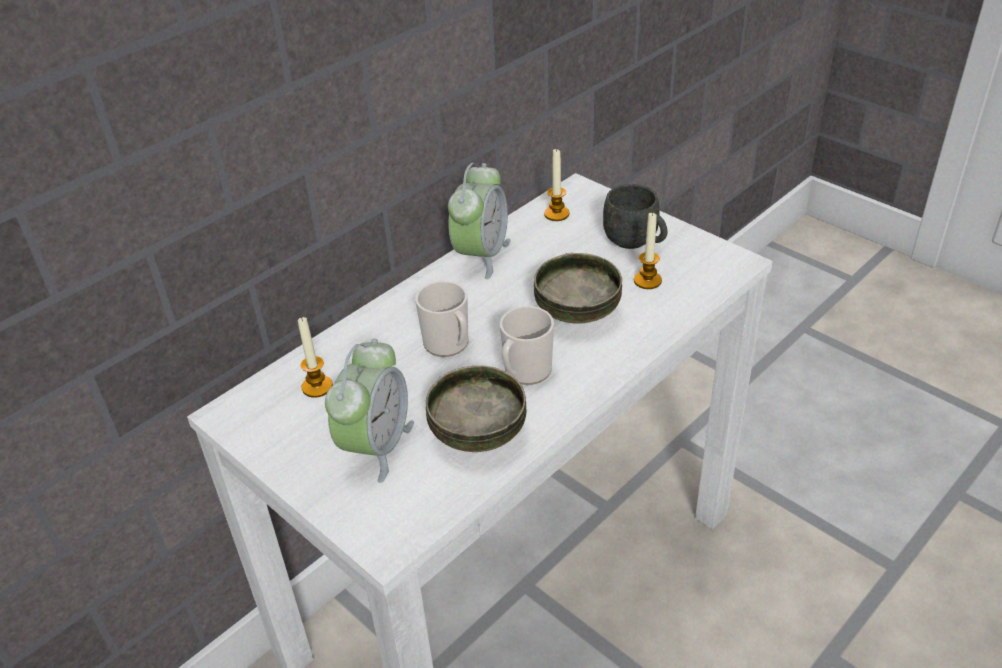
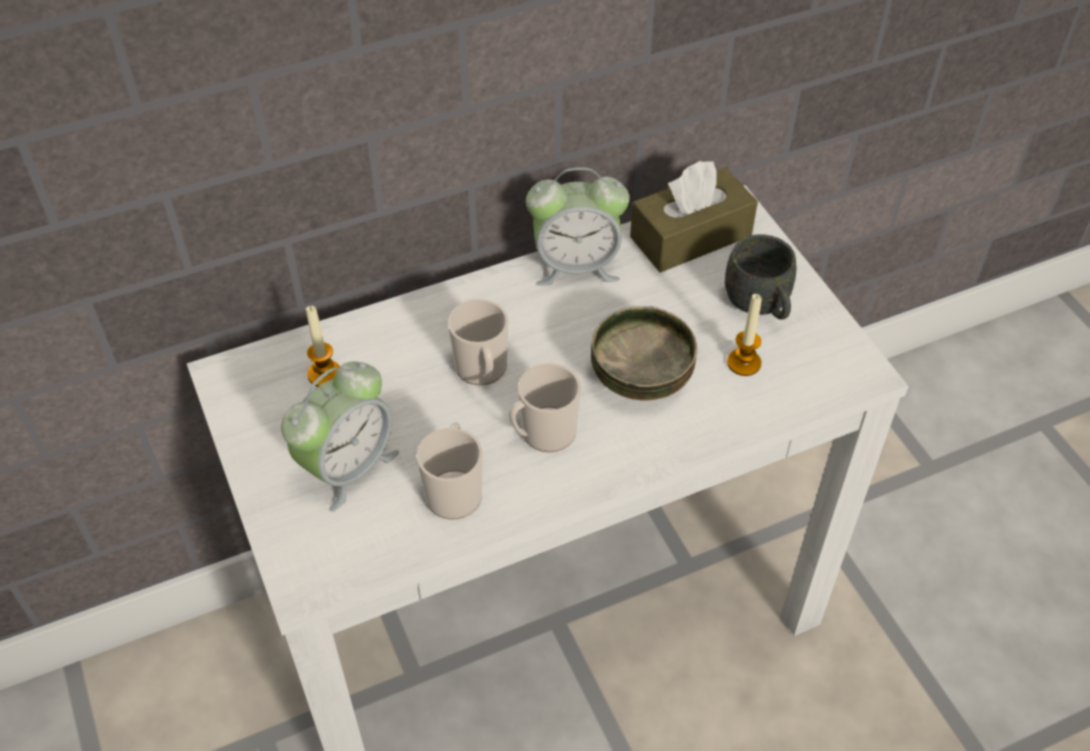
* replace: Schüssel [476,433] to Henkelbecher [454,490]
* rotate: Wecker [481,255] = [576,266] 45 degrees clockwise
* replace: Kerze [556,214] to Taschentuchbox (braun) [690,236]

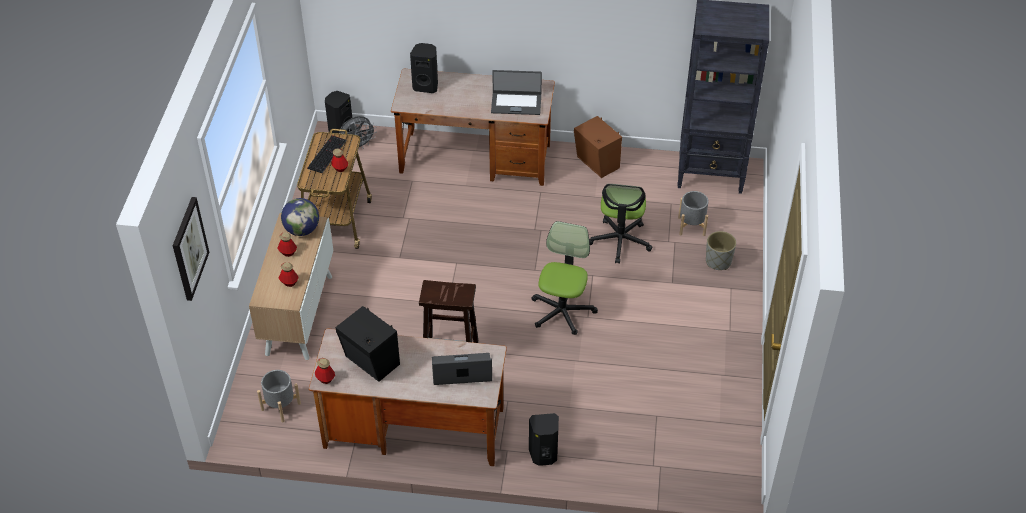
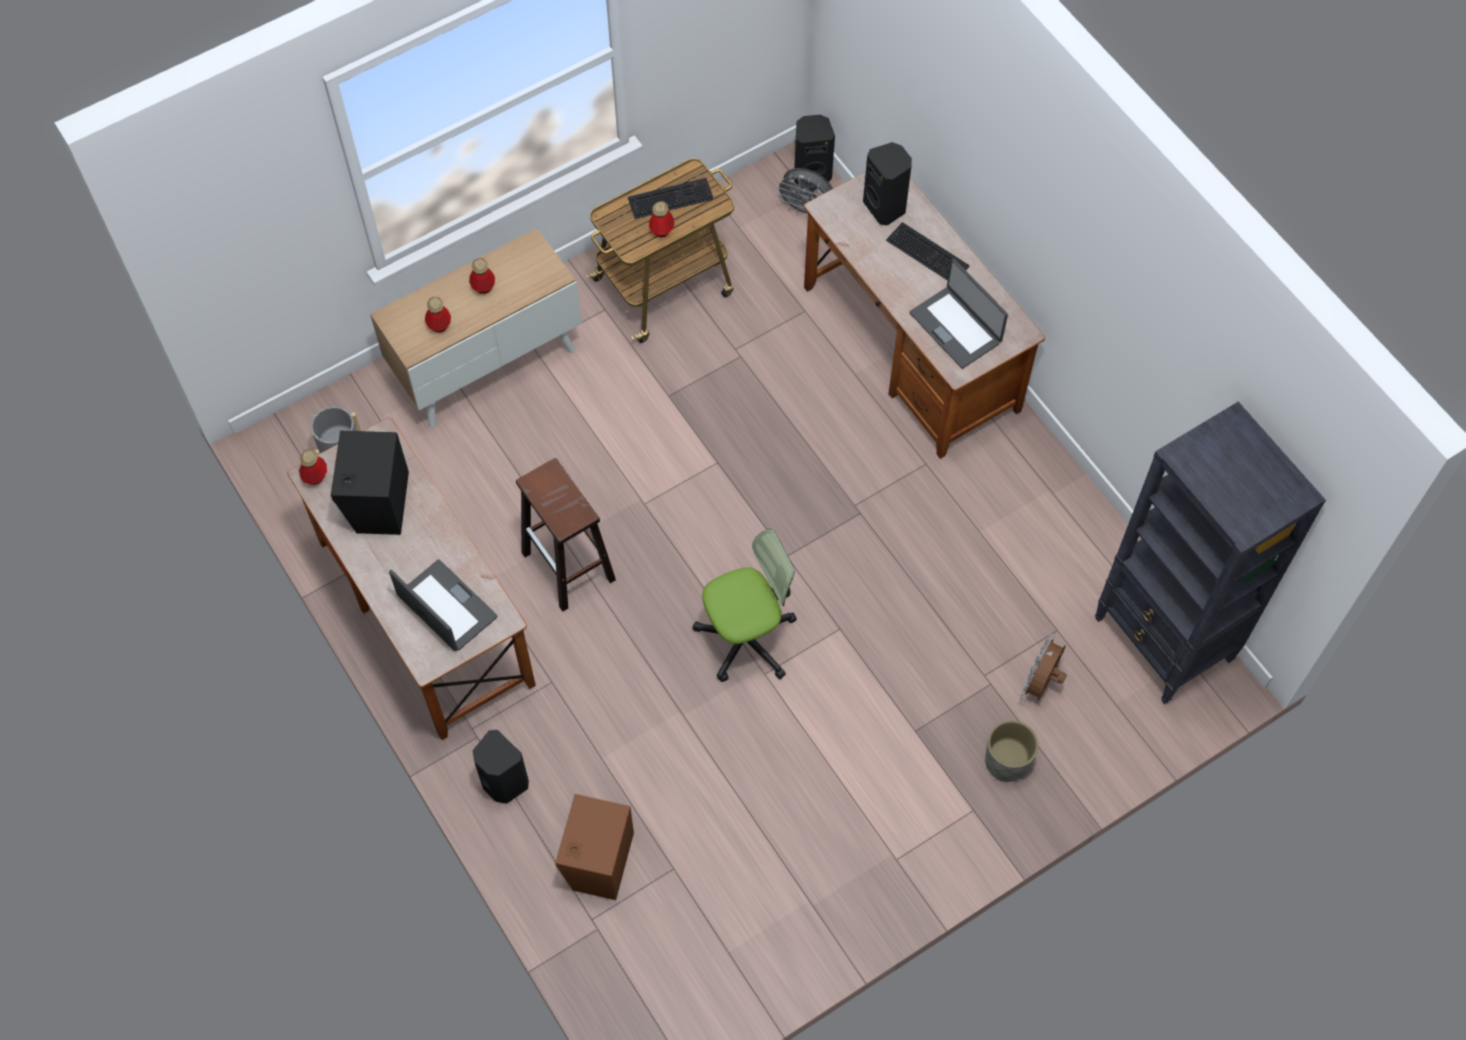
* move: Lautsprecher (braun) [597,164] to [598,861]
* insert: Tastatur [929,253]
* replace: Pflanzkübel (grau) [691,226] to Ventilator (braun) [1040,684]
* delete: Bild [189,248]
* delete: Globus [302,230]
* delete: Bürostuhl [620,241]

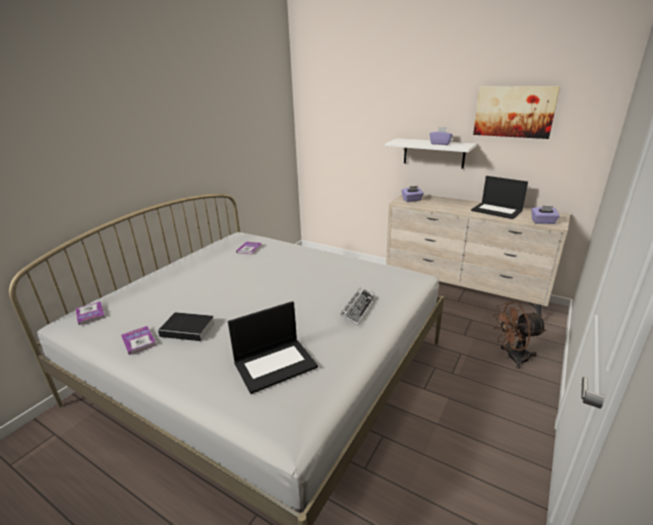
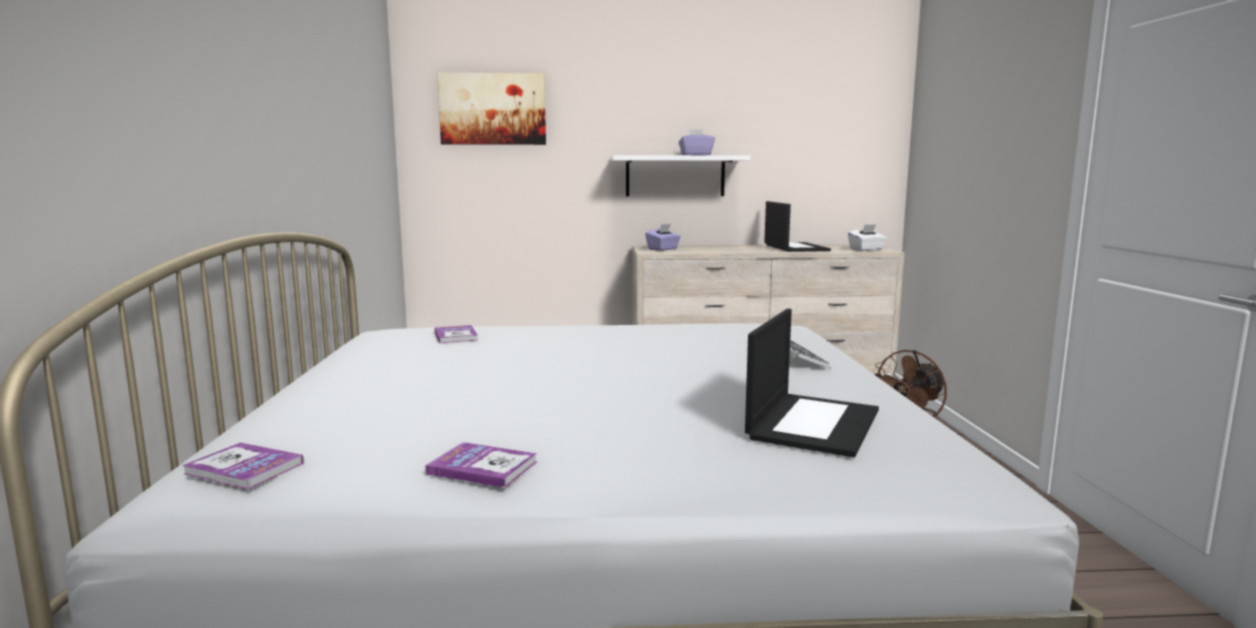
* move: Bild [514,111] to [493,109]
* rotate: Laptop [497,210] = [795,248] 105 degrees counterclockwise
* recolor: Taschentuchbox (lila) [543,222] to Taschentuchbox (weiß) [866,250]
* delete: Buch [189,329]

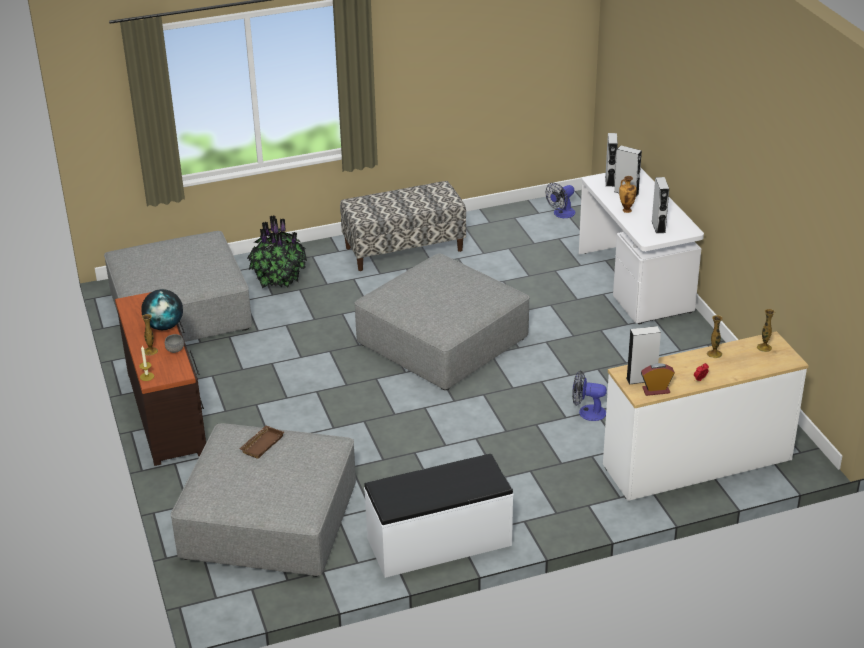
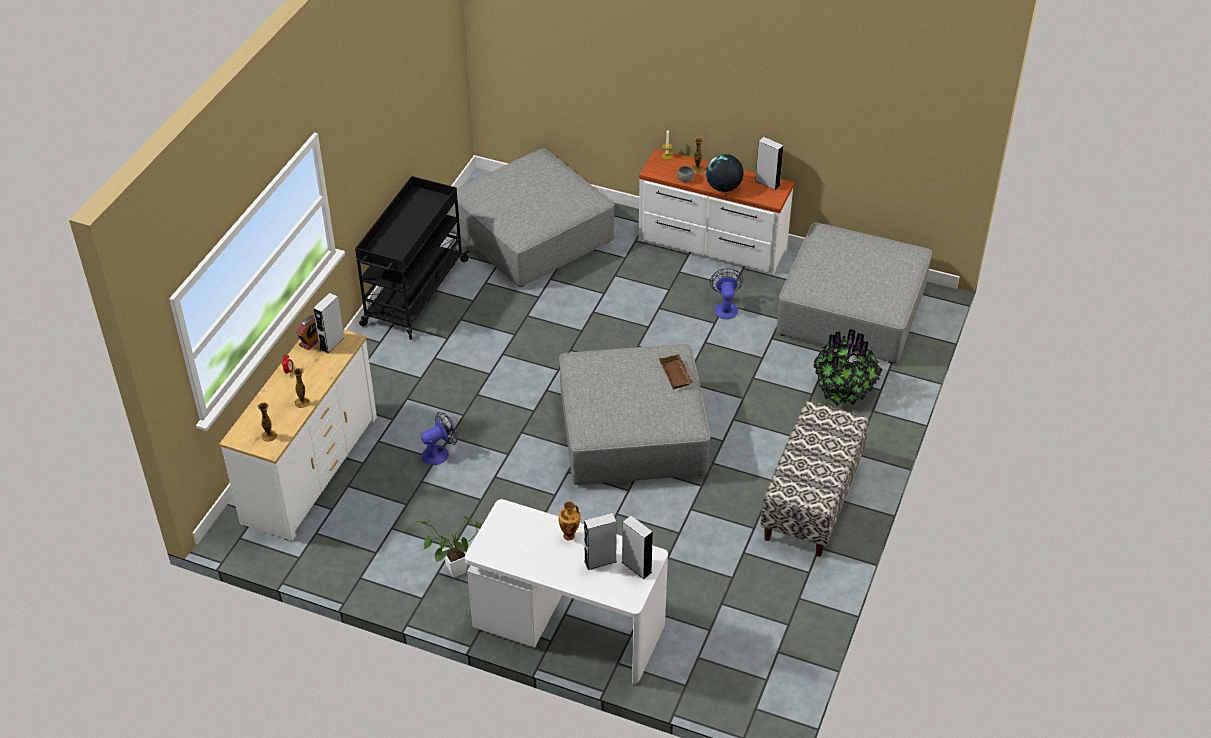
* replace: Bank (weiß) [439,542] to Rollwagen (schwarz) [414,293]
* insert: Topfpflanze [452,572]
* recolor: Kommode (braun) [167,412] to Kommode (weiß) [711,245]
* move: Tablett (braun) [261,444] to [677,374]
* move: Ventilator [561,214] to [725,307]
* move: Lautsprecher (grau) [658,227] to [767,183]

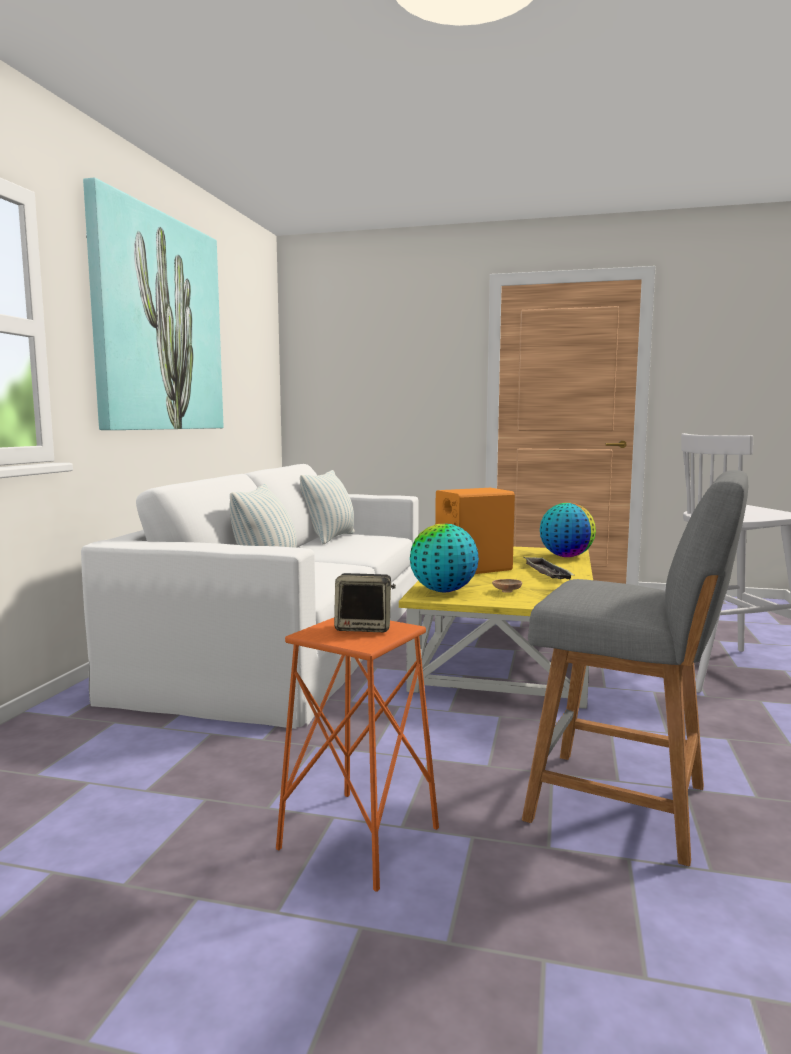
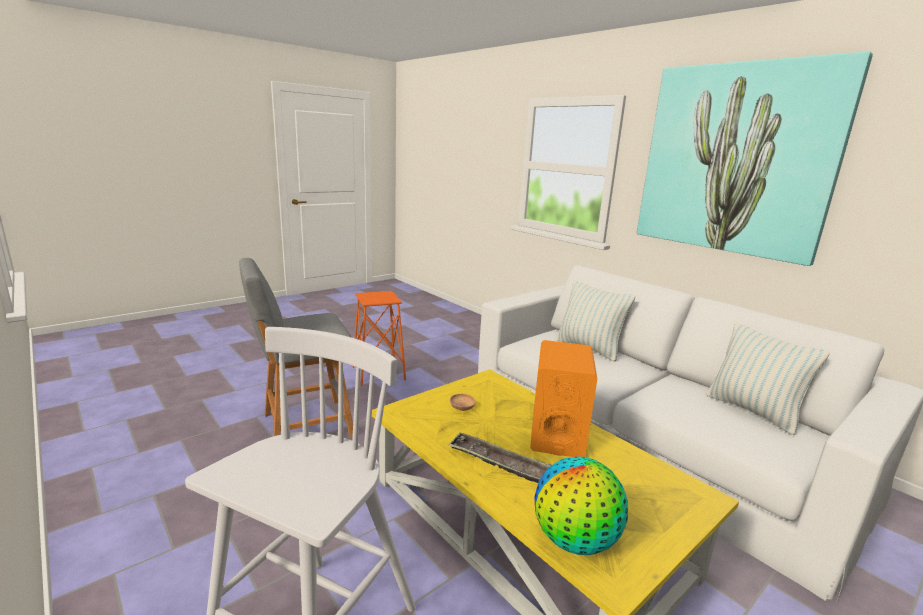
* delete: Lautsprecher [365,628]
* delete: Globus [443,591]

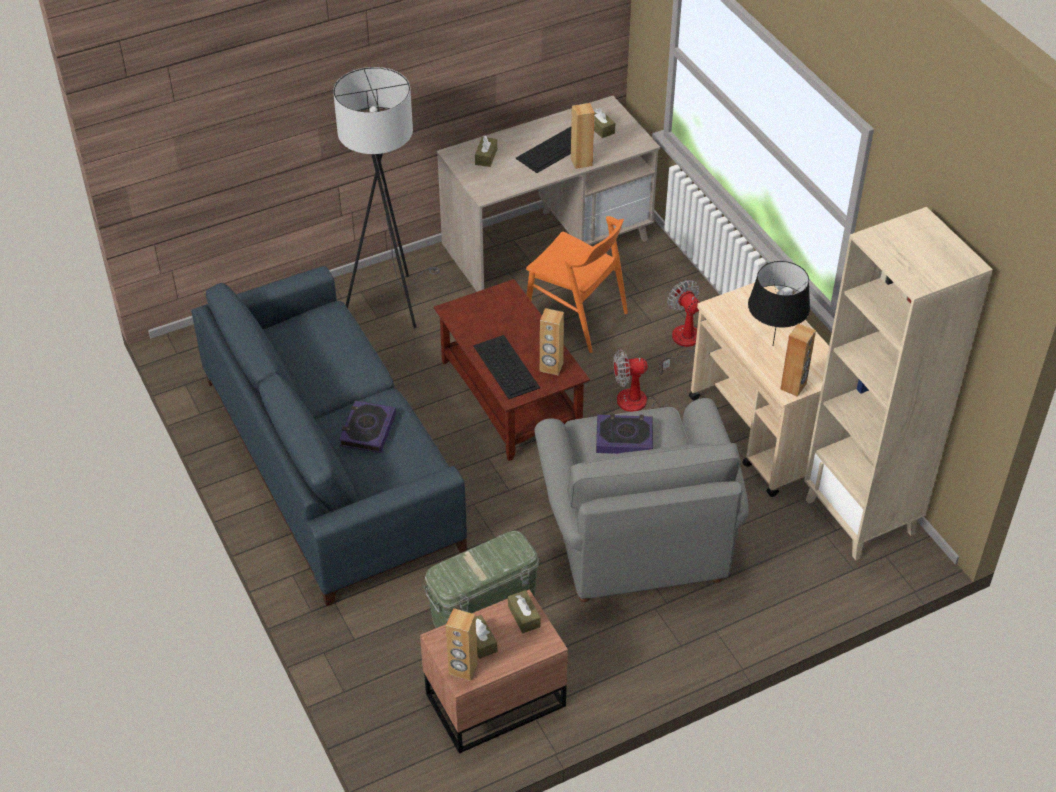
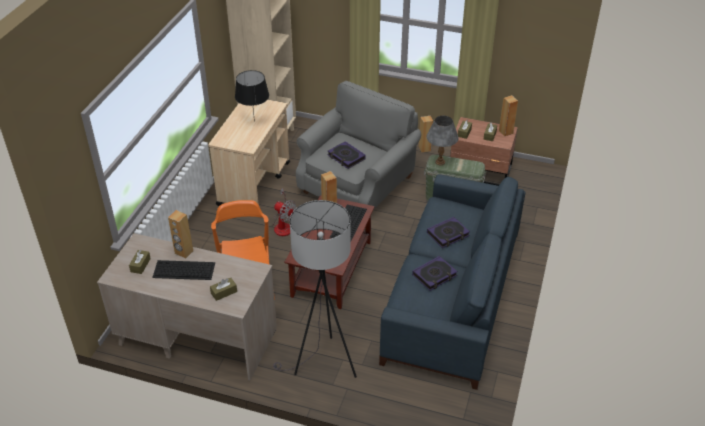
* insert: Buch [434,275]
* move: Lautsprecher (braun) [793,386] to [424,148]
* insert: Tischlampe (grau) [440,162]
* delete: Ventilator [682,344]

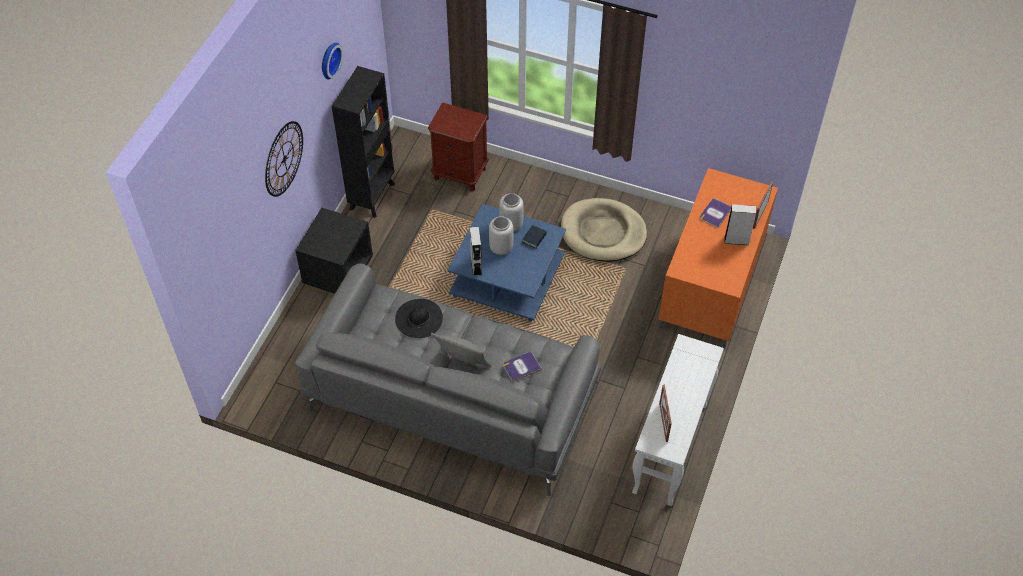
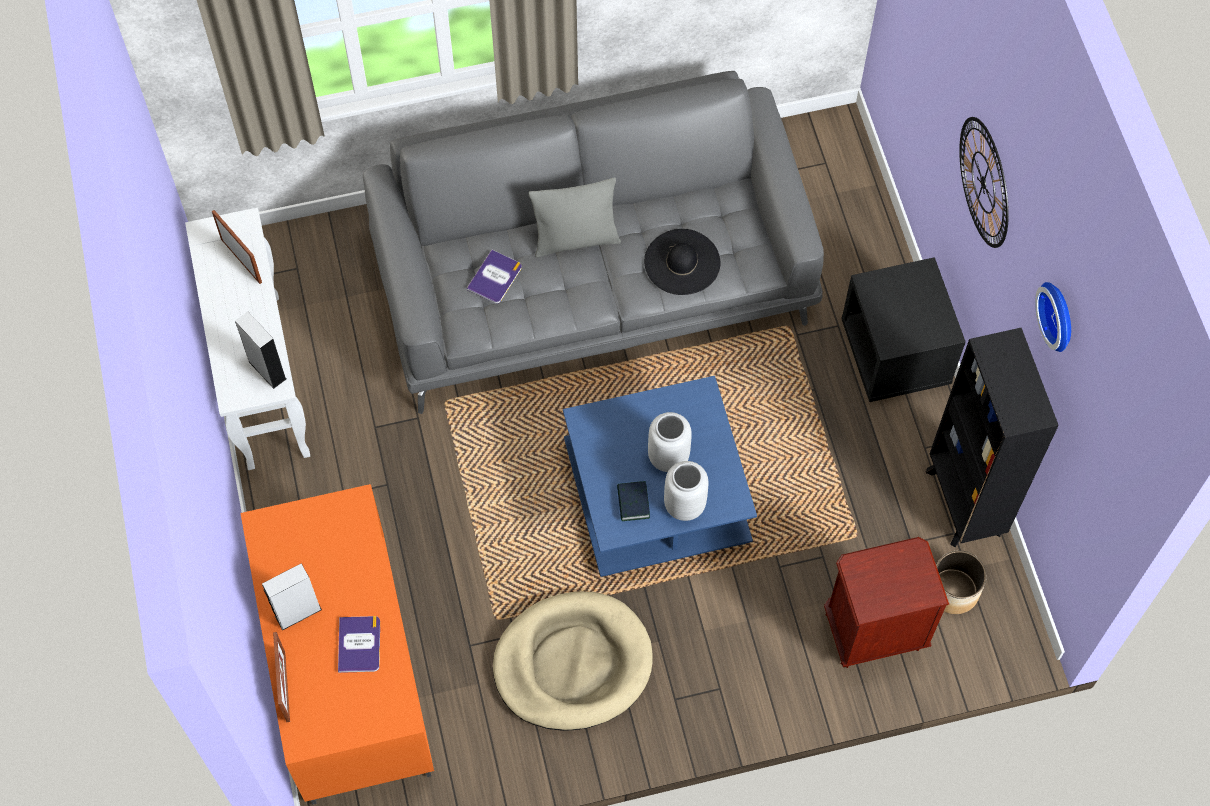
* move: Lautsprecher (grau) [476,266] to [267,370]
* insert: Pflanzkübel [953,591]

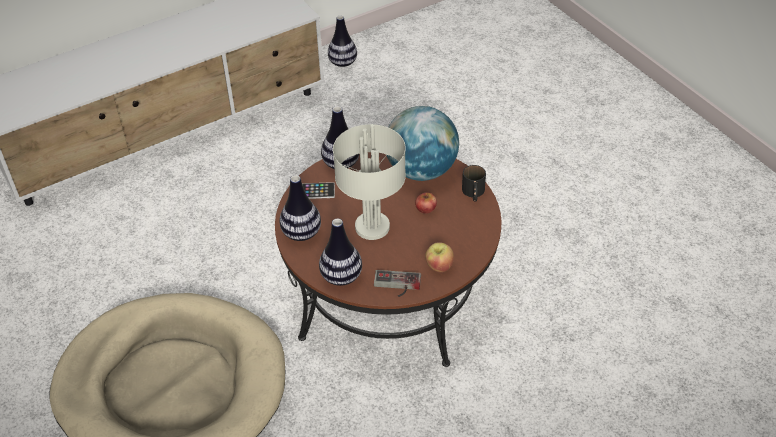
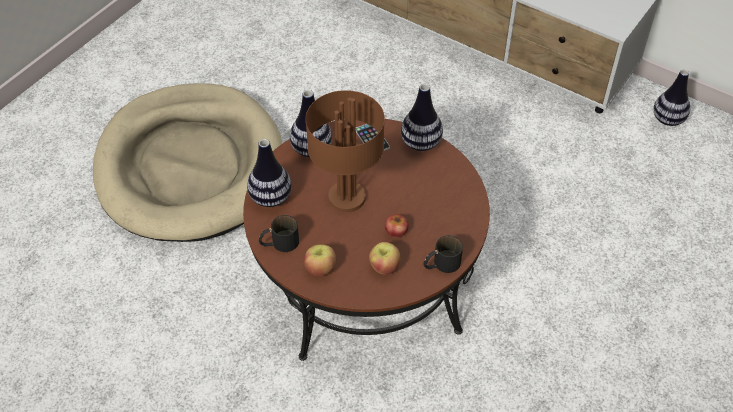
* replace: Gamepad [396,285] to Henkelbecher (schwarz) [279,243]
* recolor: Tischlampe (grau) [372,228] to Tischlampe (braun) [346,198]
* insert: Apfel [384,267]
* delete: Globus [421,170]

